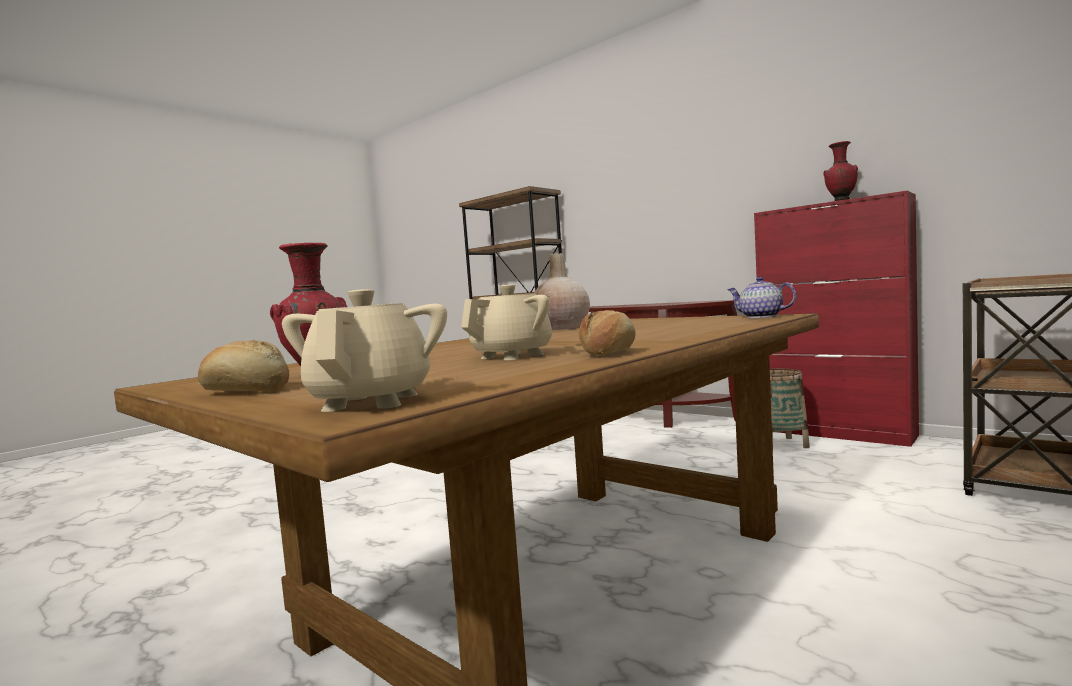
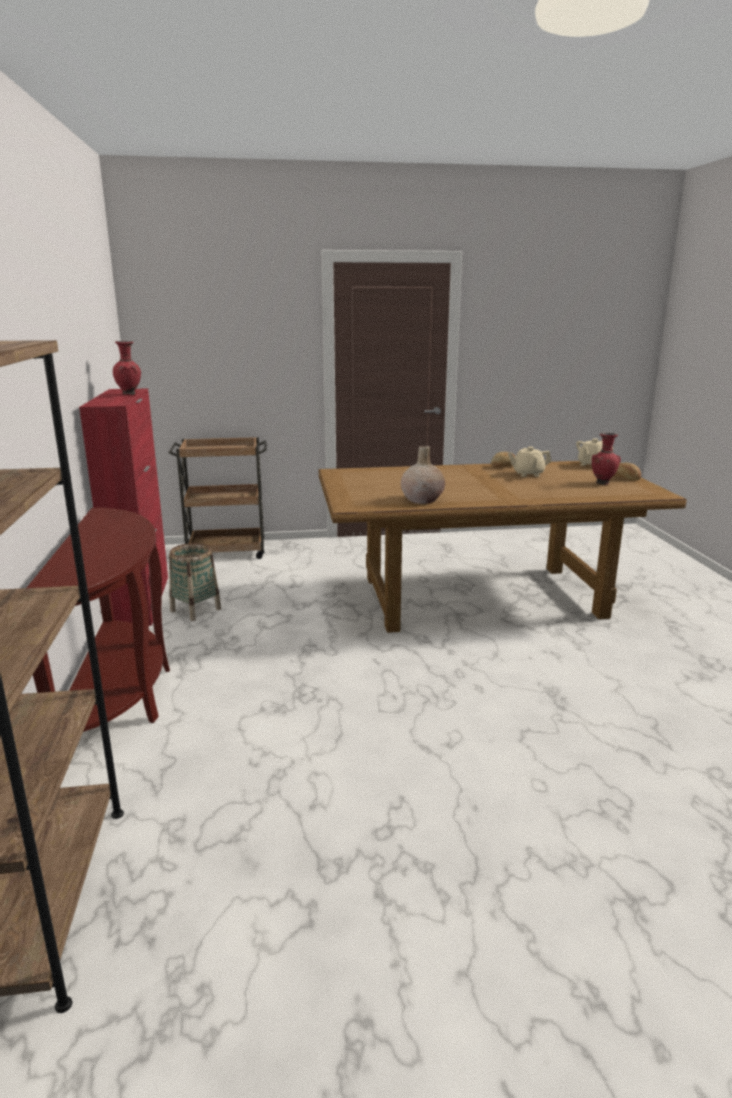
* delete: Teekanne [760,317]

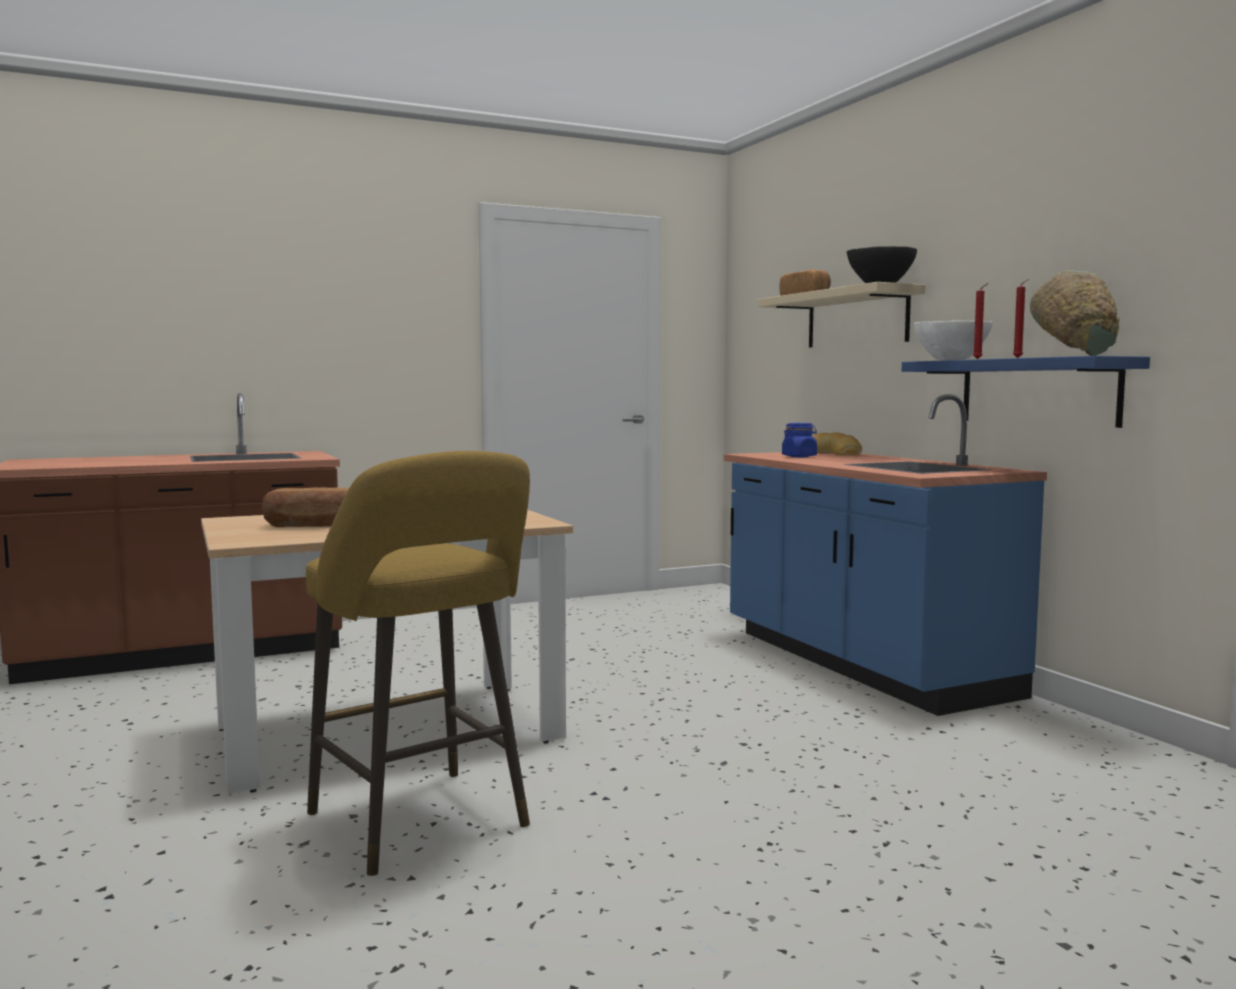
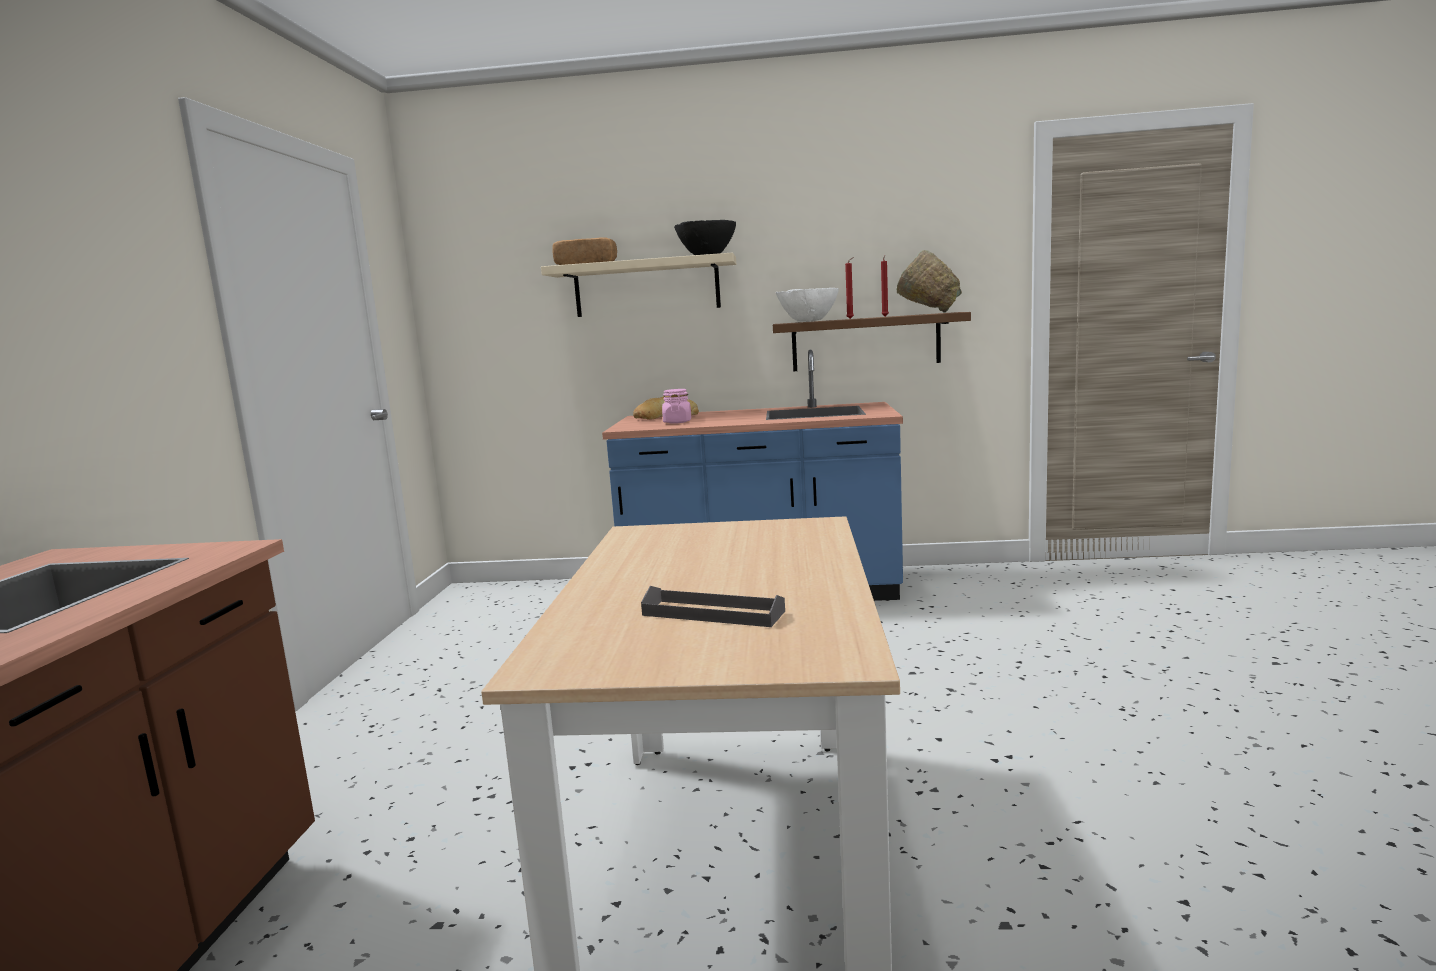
* replace: Brot [313,525] to Tablett (grau) [713,613]
* recolor: Vorratsglas (blau) [799,456] to Vorratsglas (rosa) [677,422]
* recolor: Wandregal (blau) [1037,391] to Wandregal (braun) [865,342]
* delete: Hocker (gelb) [423,824]

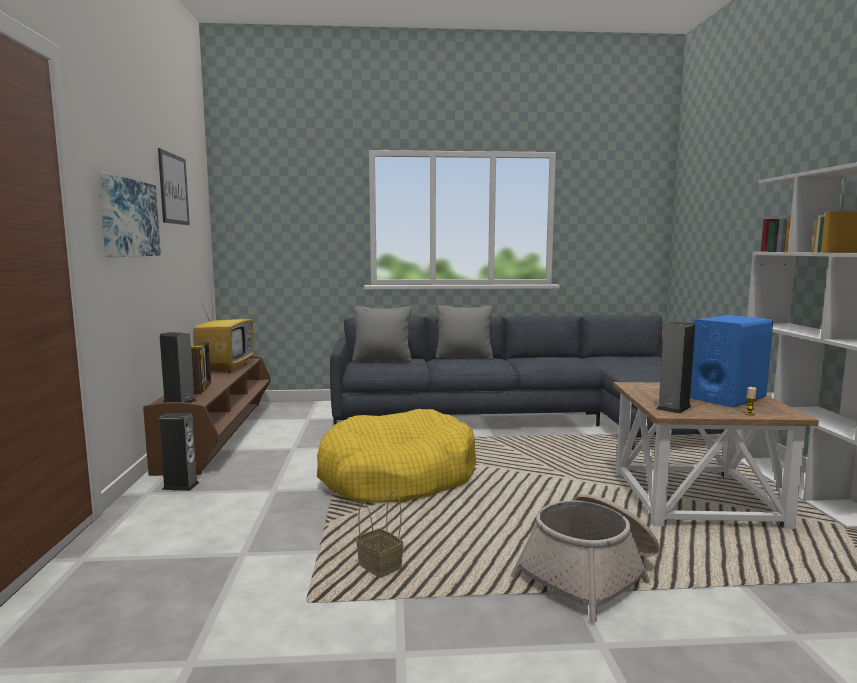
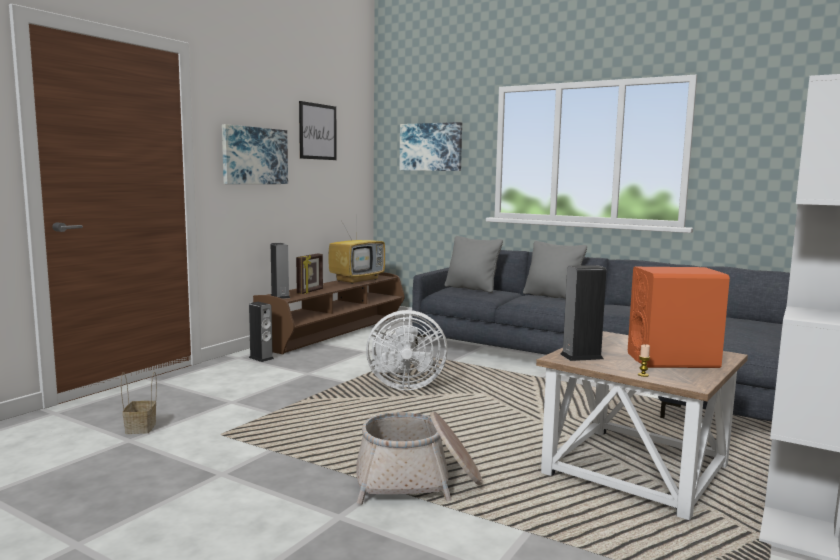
* move: Korb [381,567] to [141,428]
* replace: Hundebett (gelb) [397,476] to Ventilator (weiß) [403,385]
* insert: Bild [431,147]
* recolor: Lautsprecher (blau) [726,398] to Lautsprecher (orange) [672,361]

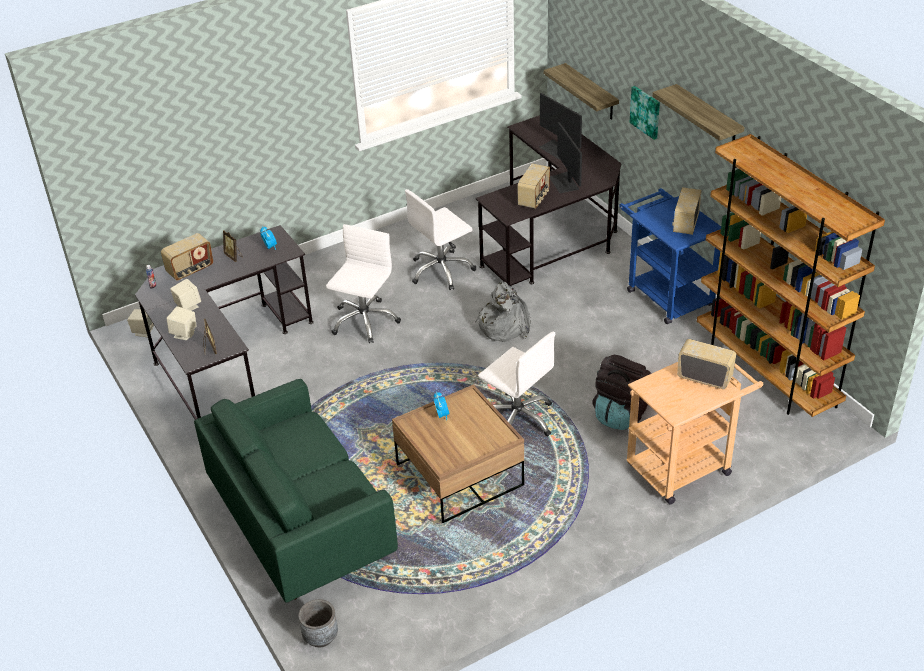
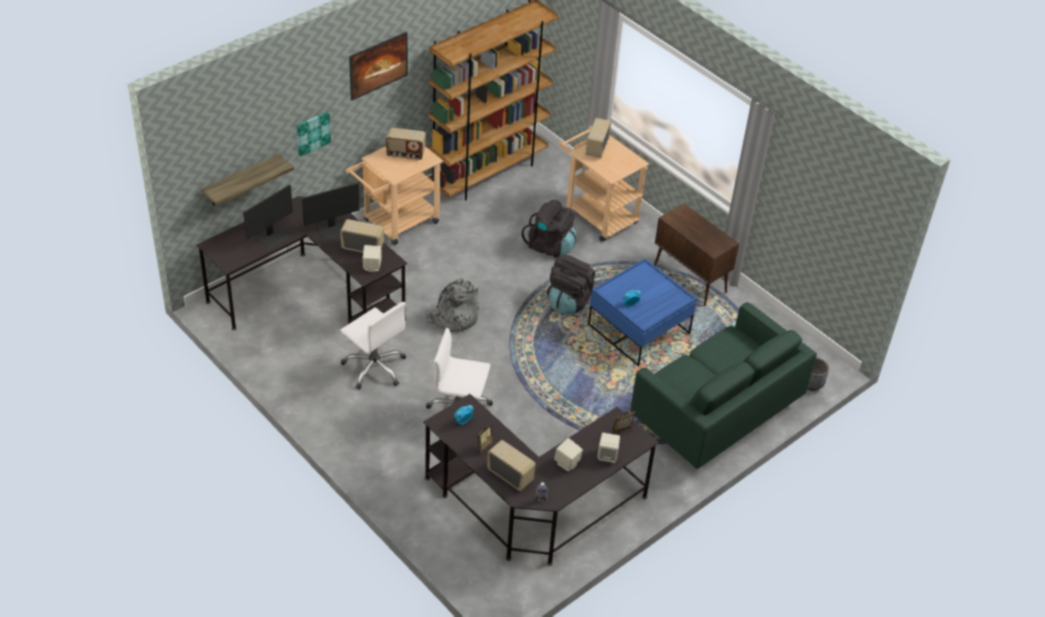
* recolor: Rollwagen (blau) [665,294] to Rollwagen (beige) [396,223]
* replace: Wandregal [708,118] to Bild [378,76]
* move: Lautsprecher (beige) [143,331] to [372,266]
* replace: Bürostuhl (weiß) [518,419] to Rucksack (schwarz) [569,301]
* recolor: Couchtisch (braun) [459,475] to Couchtisch (blau) [639,329]
* insert: Schrank (braun) [690,280]

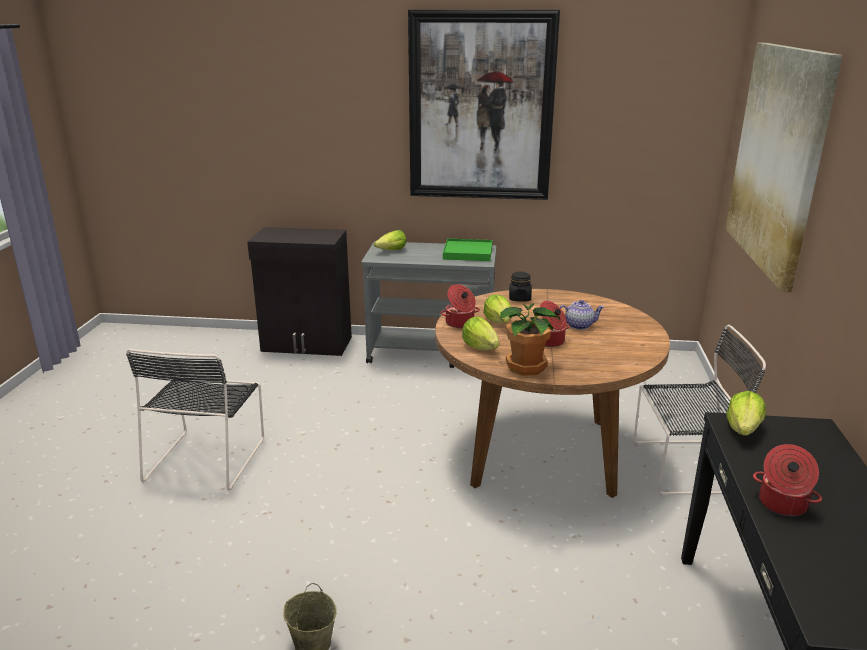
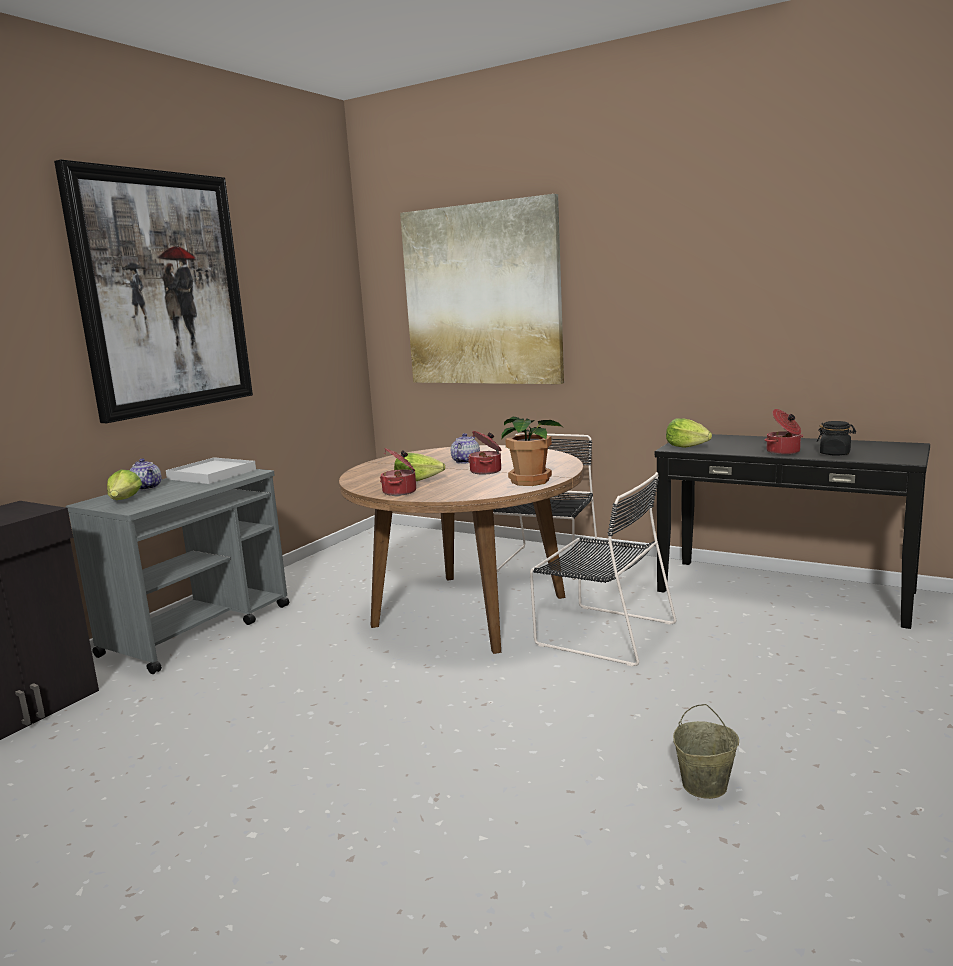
* insert: Teekanne [147,487]
* recolor: Tablett (grün) [468,253] to Tablett (weiß) [212,474]
* move: Stuhl (schwarz) [207,457] to [601,633]
* move: Vorratsglas (schwarz) [519,298] to [835,453]
* delete: Salatkopf [480,347]

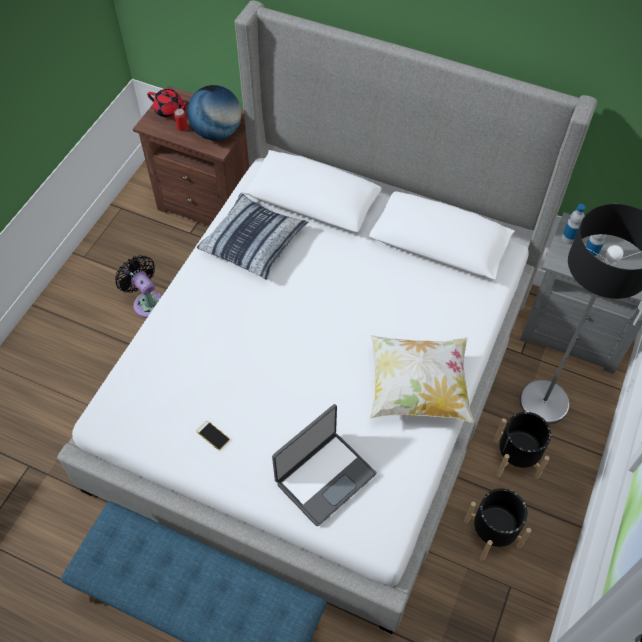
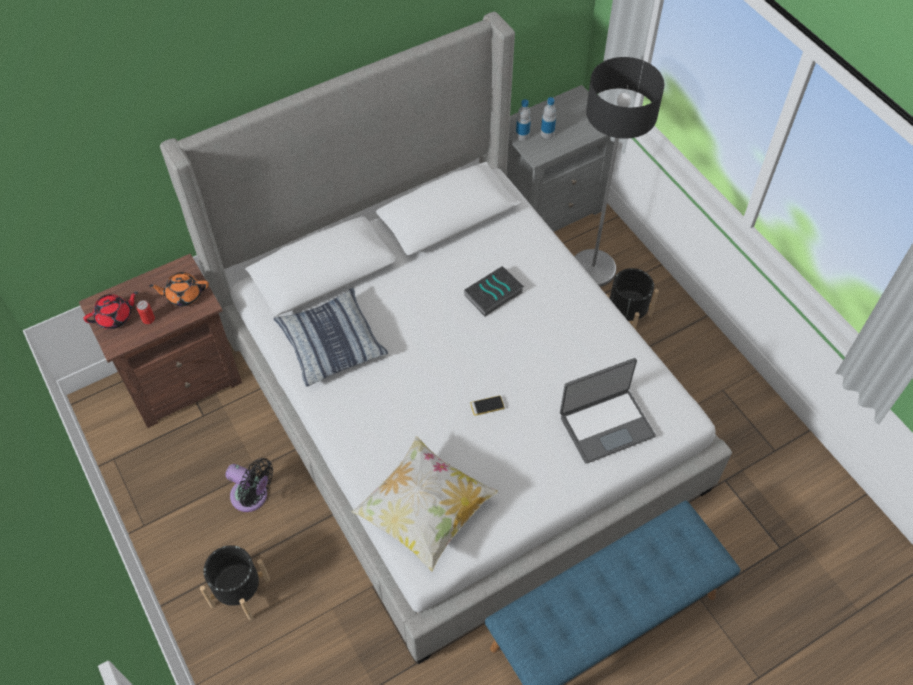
* replace: Globus [217,133] to Teekanne (orange) [183,295]
* move: Pflanzkübel (schwarz) [492,533] to [240,592]
* rotate: Ventilator (schwarz) [147,302] = [252,497] 150 degrees counterclockwise
* move: Kissen [418,389] to [425,512]
* insert: Buch [493,295]
* move: Handy [213,435] to [487,405]
* rotate: Laptop [324,477] = [606,425] 75 degrees clockwise

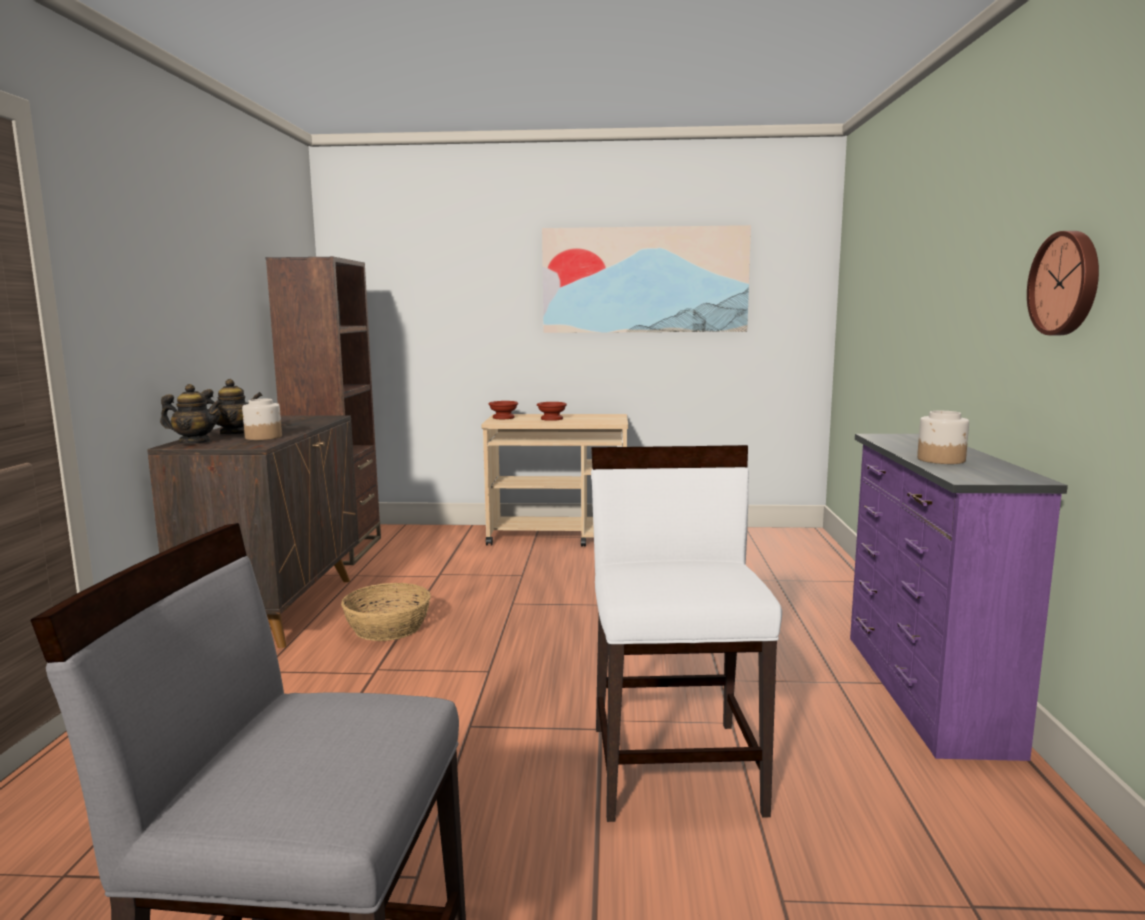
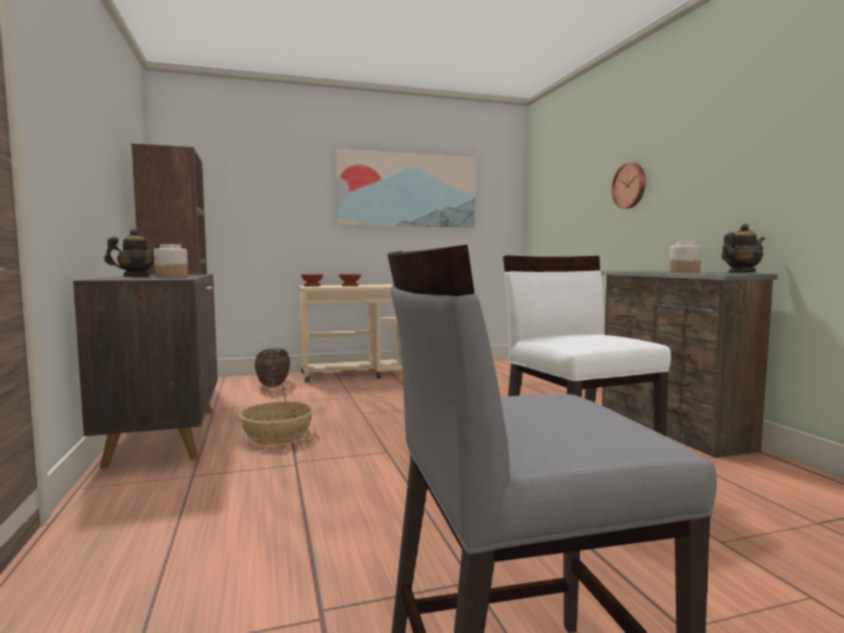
* insert: Korb [273,385]
* recolor: Kommode (lila) [922,691] to Kommode (braun) [669,428]
* move: Wanduhr [1067,283] to [630,185]
* move: Teekanne [195,442] to [741,273]

